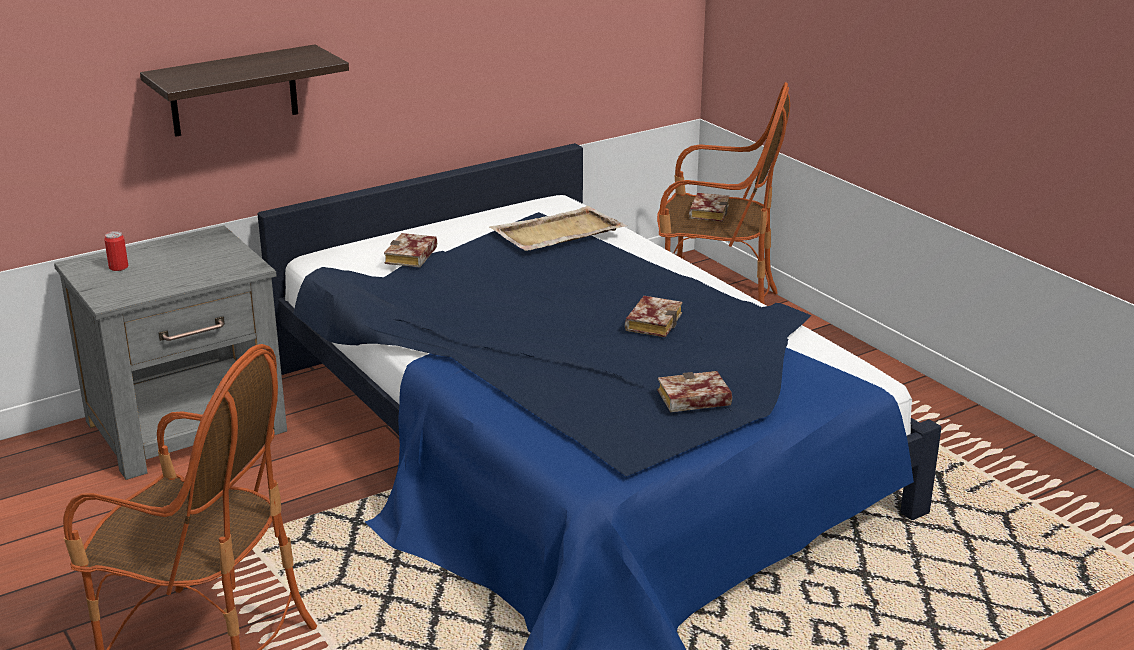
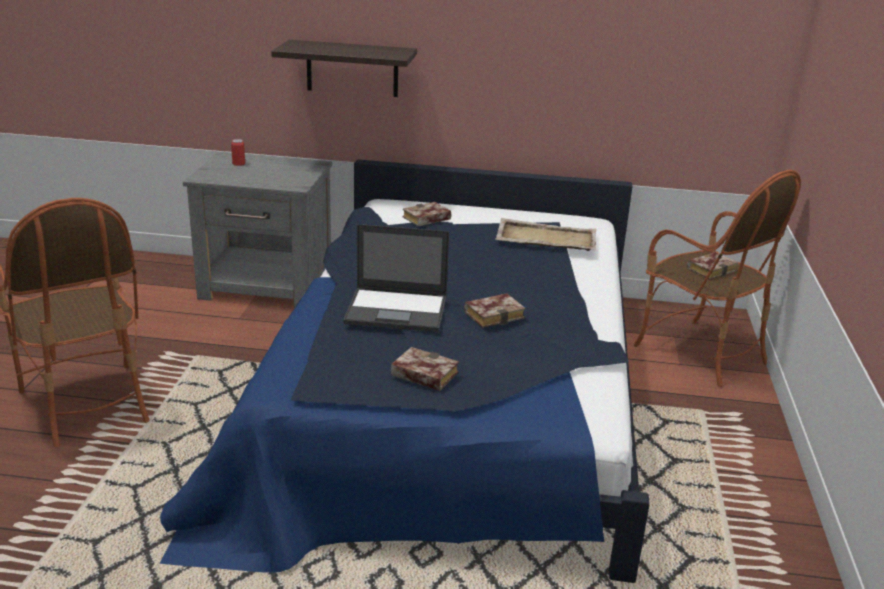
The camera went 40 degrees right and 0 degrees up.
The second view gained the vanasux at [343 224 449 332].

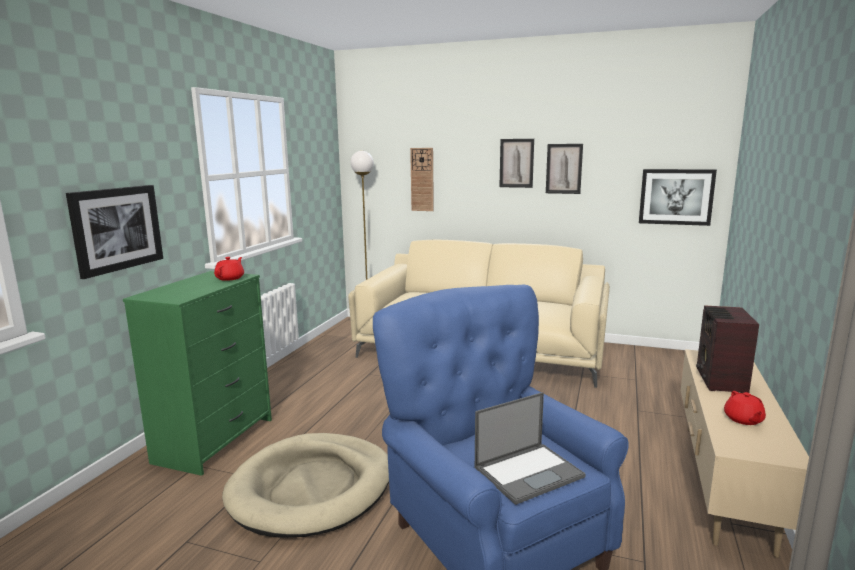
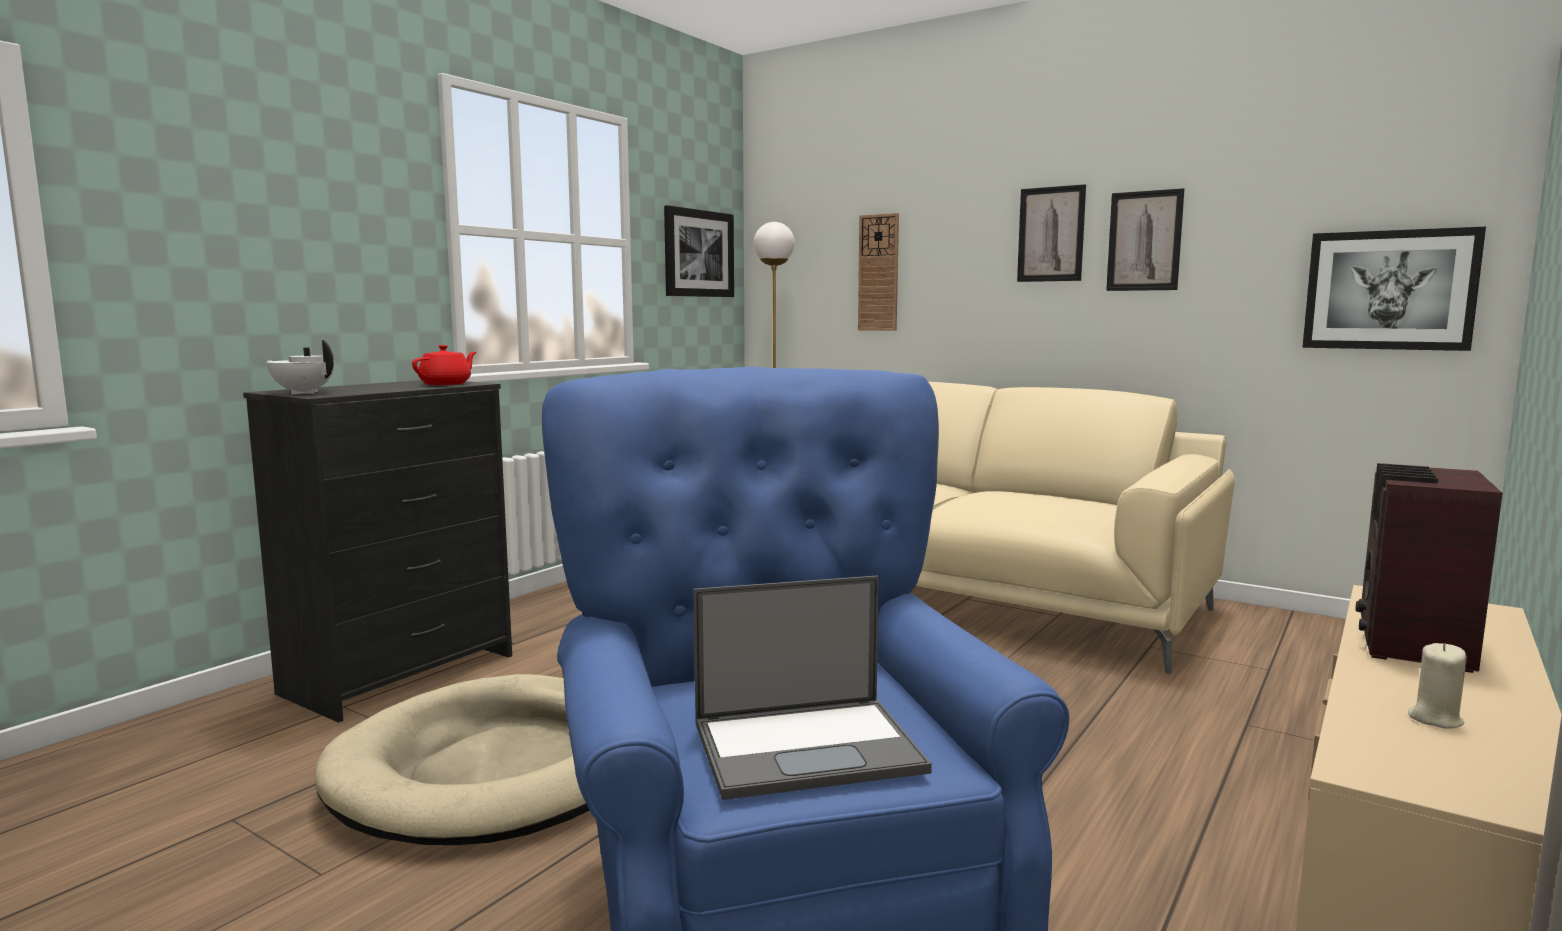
The camera went 15 degrees right and 5 degrees down.
What was the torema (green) at [123 271 272 476] turned into the torema (black) at [243 380 512 723].
The second view gained the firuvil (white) at [266 340 334 395].
The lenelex ended up elsewhere, having gone from [66 185 163 279] to [664 205 734 297].
Where the firuvil (red) stood at [724 391 766 425], the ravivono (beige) came to stand at [1408 643 1467 729].

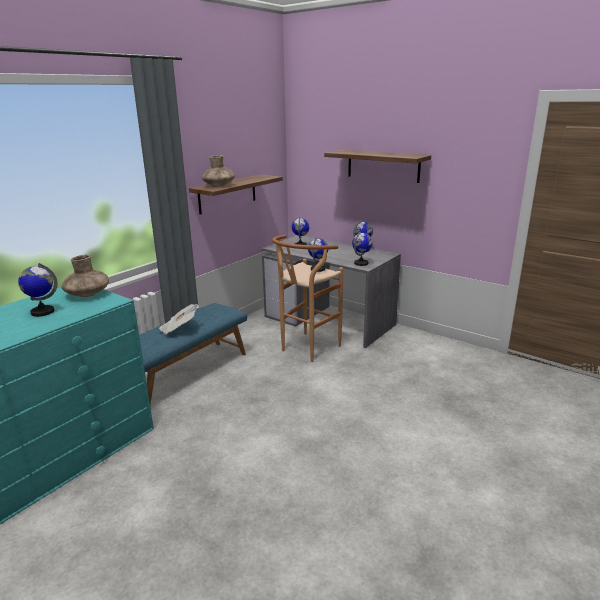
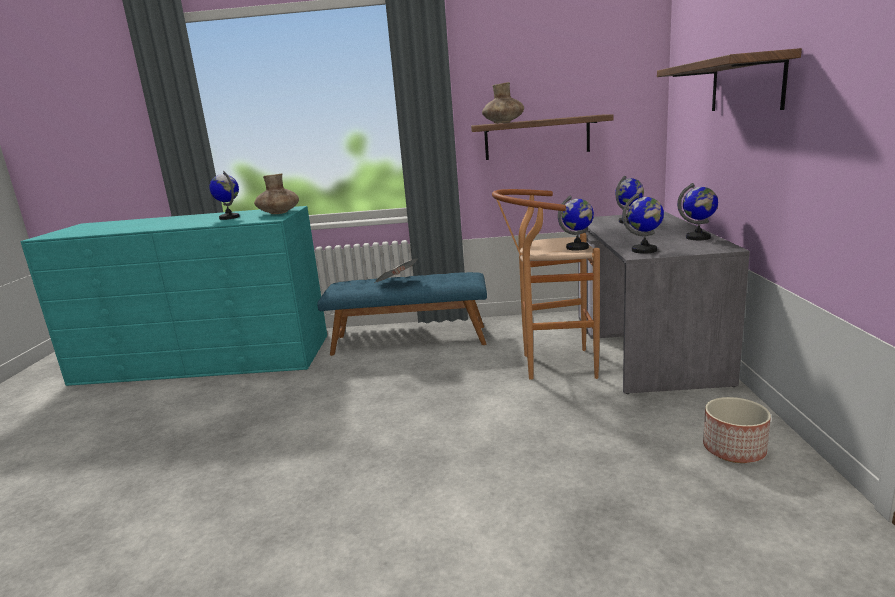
The camera went 55 degrees right and 5 degrees down.
The second view gained the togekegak at [703 397 771 463].

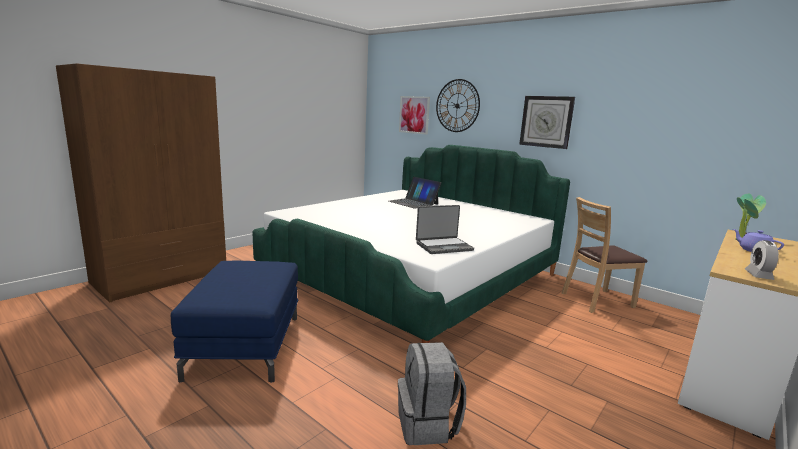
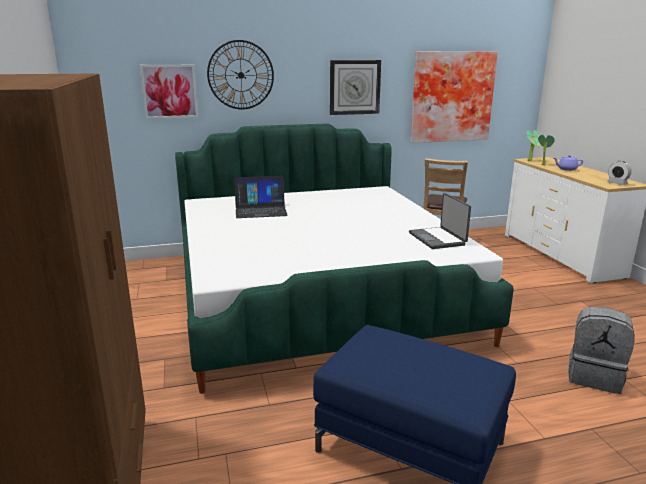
The camera went 55 degrees left and 5 degrees up.
The vanasux at [416 205 474 254] ended up facing another way, 150 degrees clockwise from before.
The second view gained the lenelex at [411 51 498 143].

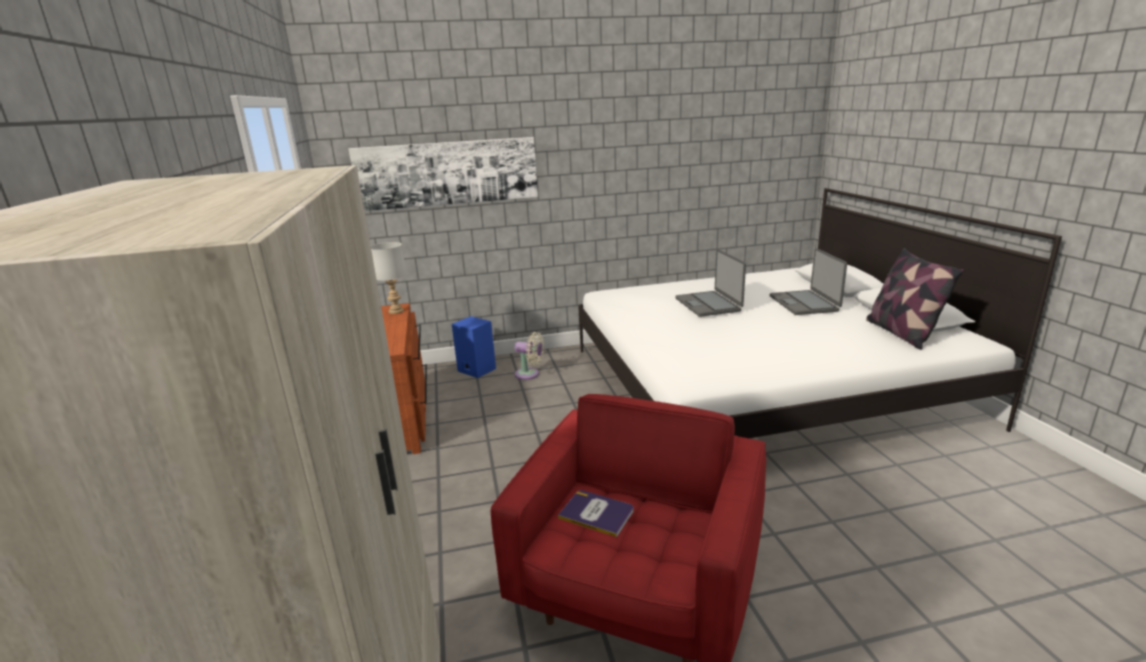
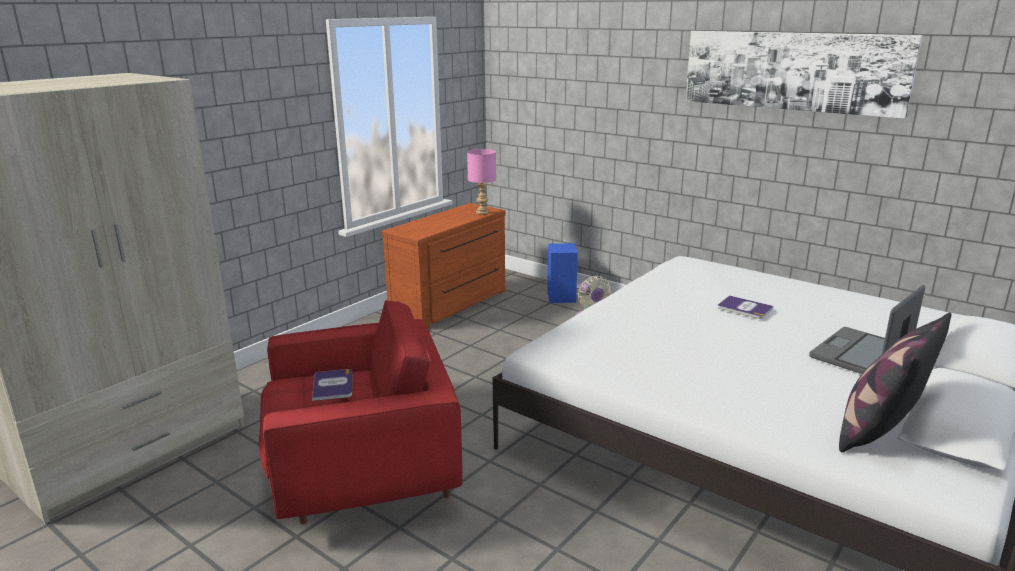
The camera went 50 degrees right and 0 degrees up.
What was the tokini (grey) at [371 242 407 314] turned into the tokini (pink) at [467 149 496 215].
The lenelex ended up elsewhere, having gone from [349 137 538 211] to [685 31 923 119].
Where the vanasux stood at [675 249 746 317], the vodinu came to stand at [718 295 774 319].

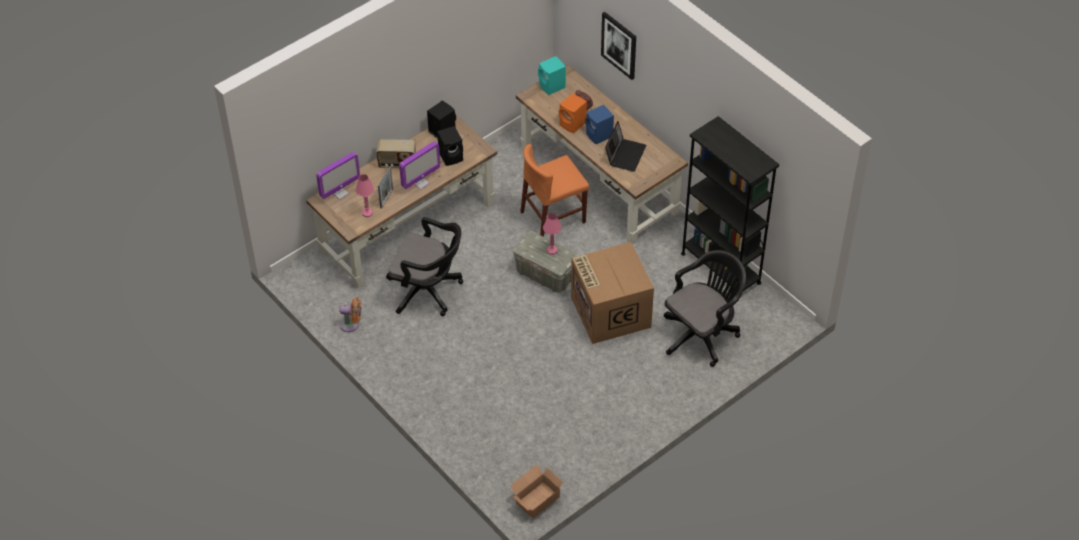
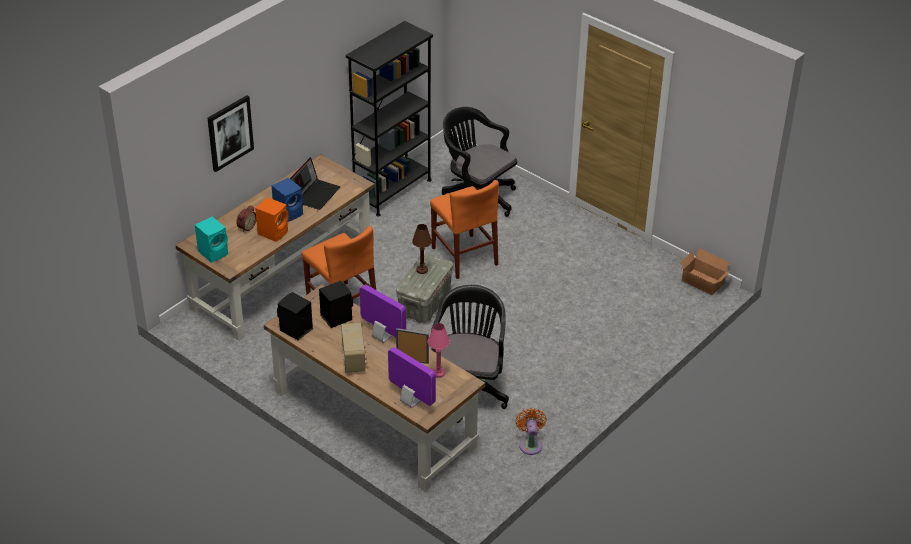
The camera went 100 degrees left and 10 degrees down.
The vanasux at [605 121 646 172] ended up facing another way, 105 degrees clockwise from before.
What was the tokini (pink) at [543 213 561 255] turned into the tokini (brown) at [412 224 432 274].
Where the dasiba stood at [571 242 654 344], the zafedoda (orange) came to stand at [430 180 499 279].

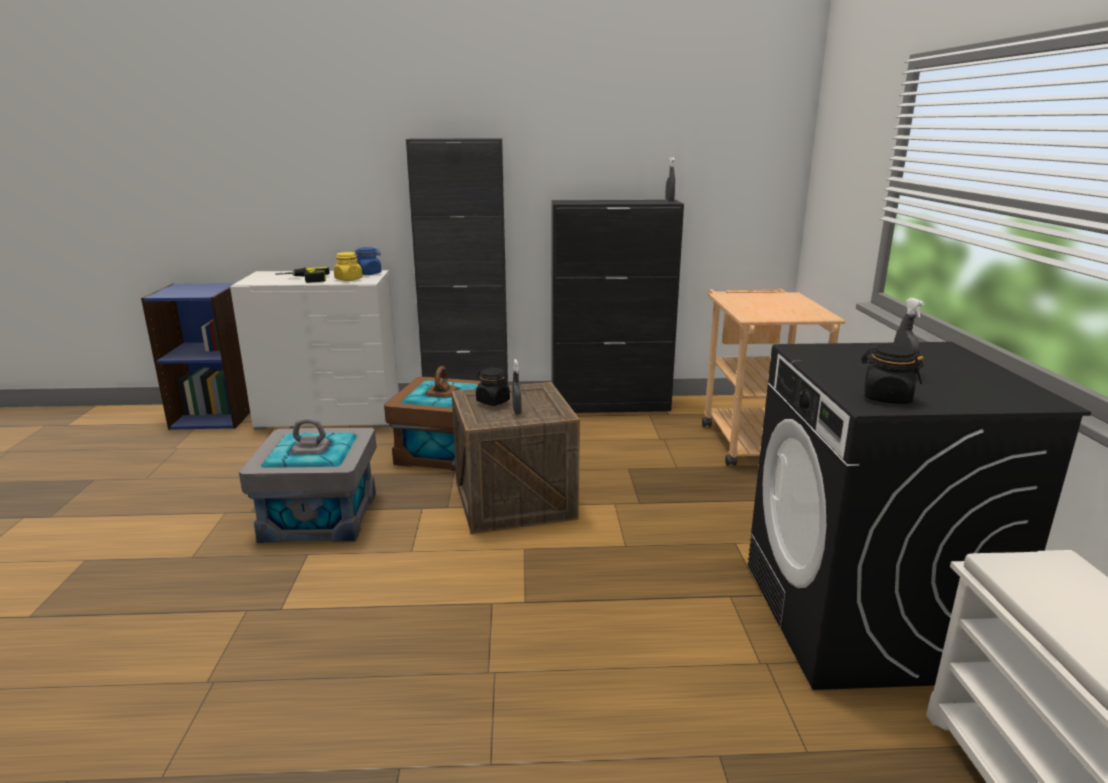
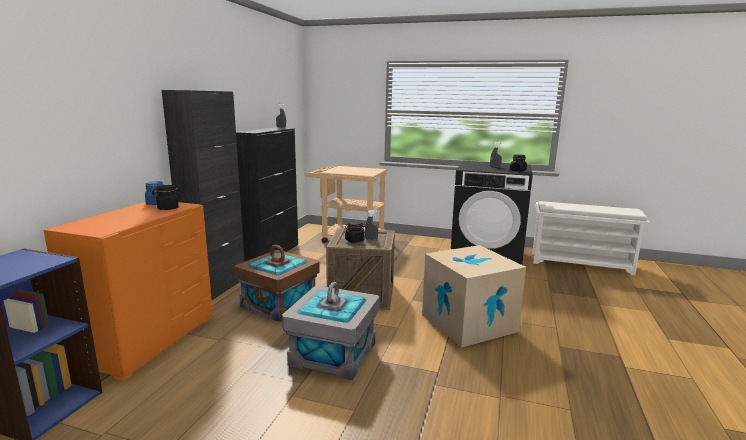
The camera went 70 degrees left and 5 degrees down.
What was the torema (white) at [230 270 399 430] turned into the torema (orange) at [44 202 213 381].
What was the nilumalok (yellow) at [334 252 363 281] turned into the nilumalok (black) at [152 185 180 210].
The second view gained the dasiba at [422 245 526 348].
The second view lost the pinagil at [275 267 330 283].

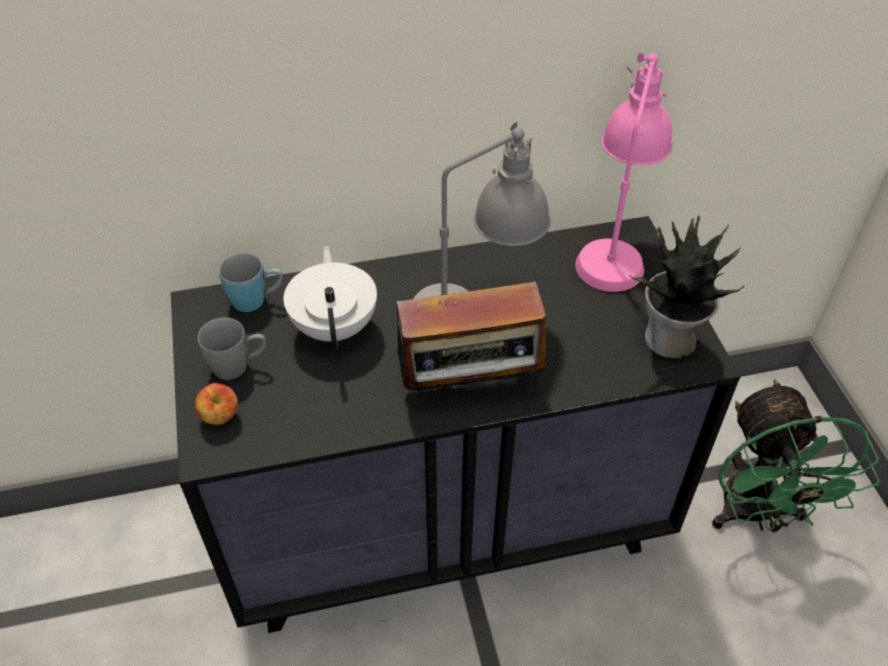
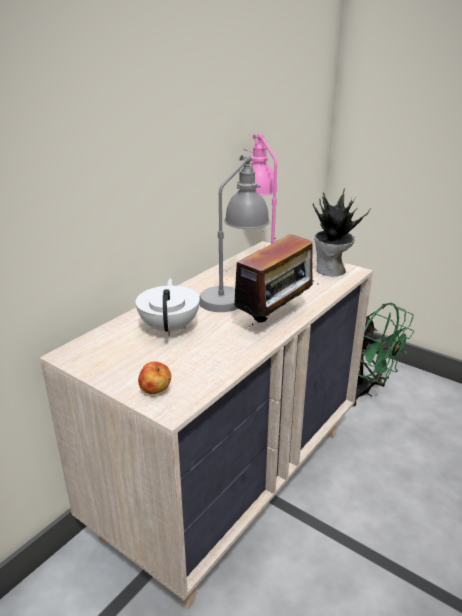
The camera went 40 degrees left and 20 degrees down.
What was the torema (black) at [171 216 741 633] turned into the torema (beige) at [40 241 373 610].
The firuvil (white) at [284 245 377 350] ended up facing another way, 45 degrees clockwise from before.
The second view lost the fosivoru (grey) at [198 318 266 380].
The second view lost the fosivoru (blue) at [219 253 282 312].

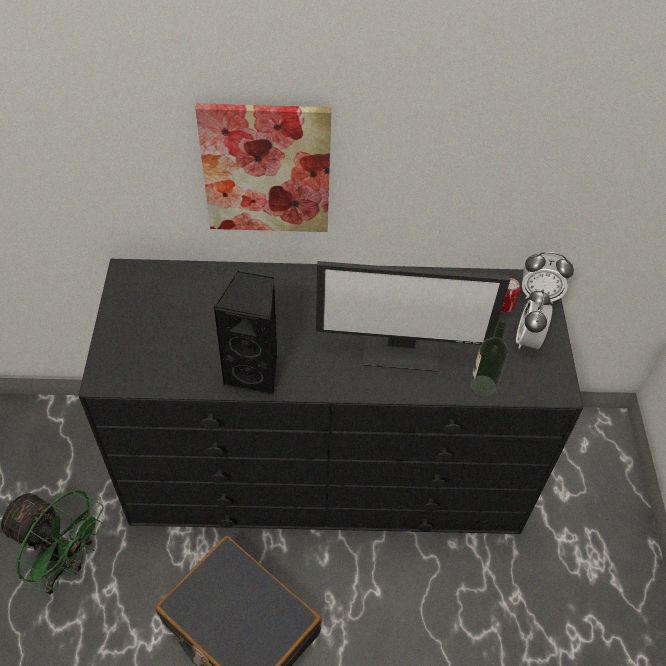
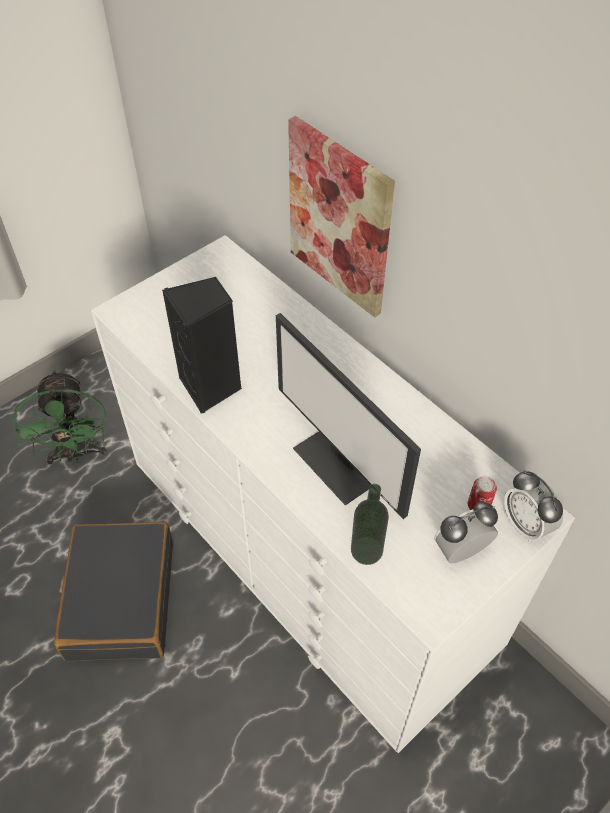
The camera went 50 degrees right and 0 degrees up.
What was the torema (black) at [78 259 583 534] turned into the torema (white) at [91 235 575 753].

